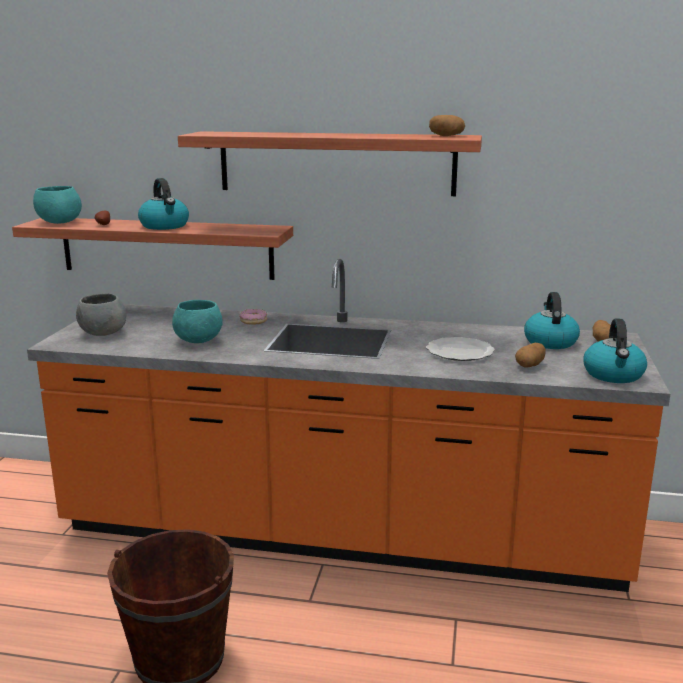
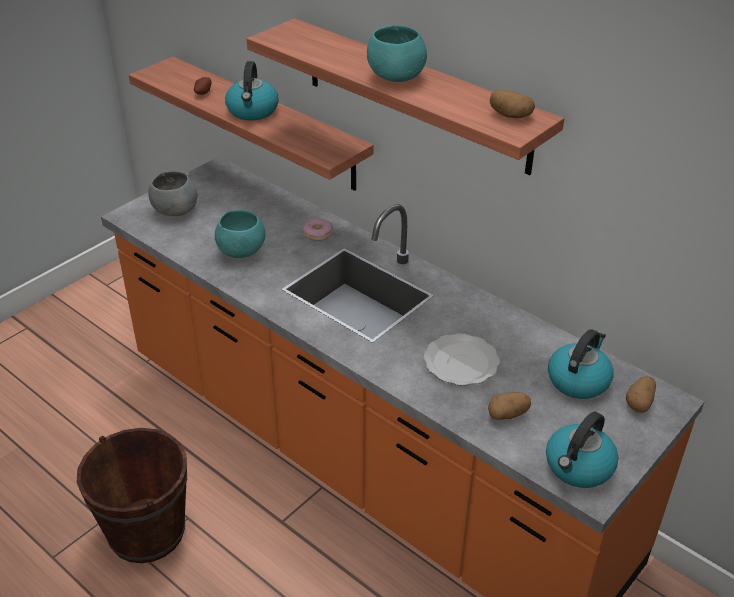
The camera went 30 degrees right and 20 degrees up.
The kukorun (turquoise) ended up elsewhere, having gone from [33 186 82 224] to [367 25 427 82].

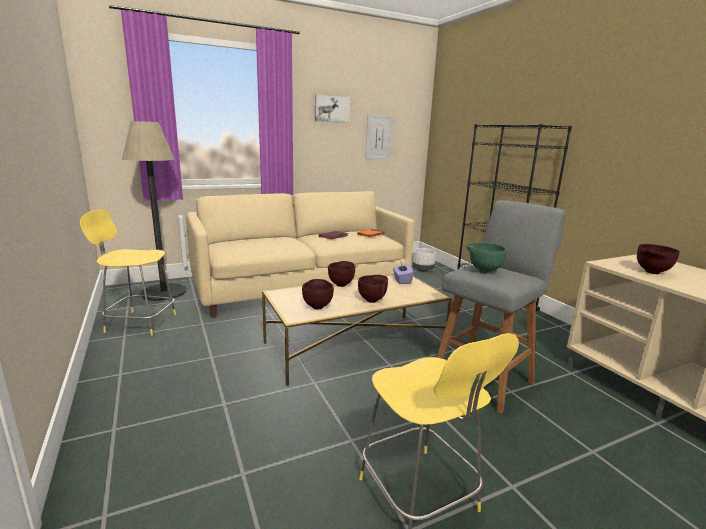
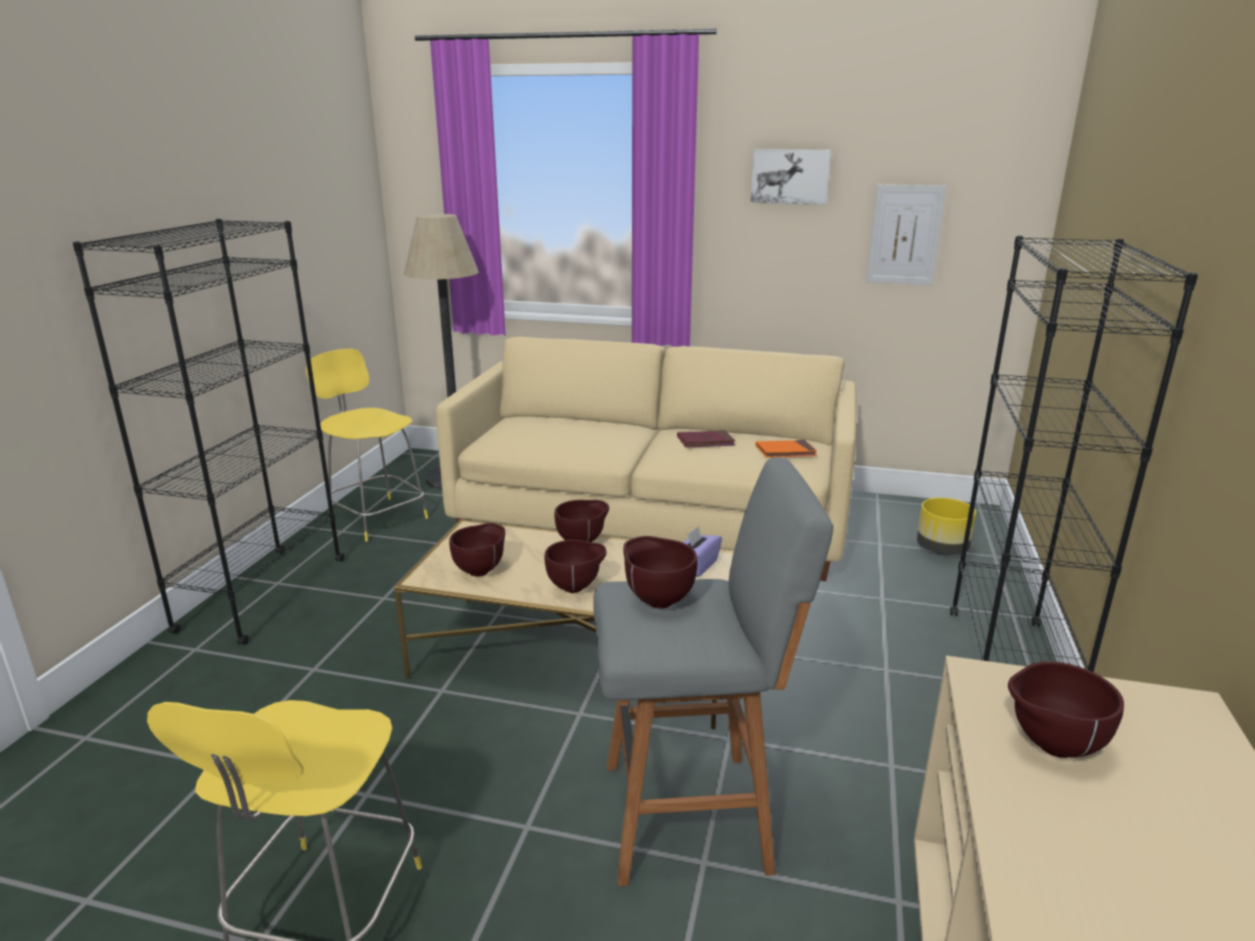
The camera went 40 degrees right and 5 degrees up.
The second view gained the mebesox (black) at [73 219 345 645].
What was the kukorun (green) at [466 243 507 274] turned into the kukorun (brown) at [623 536 697 608].
What was the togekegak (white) at [412 248 436 271] turned into the togekegak (yellow) at [917 498 976 555].

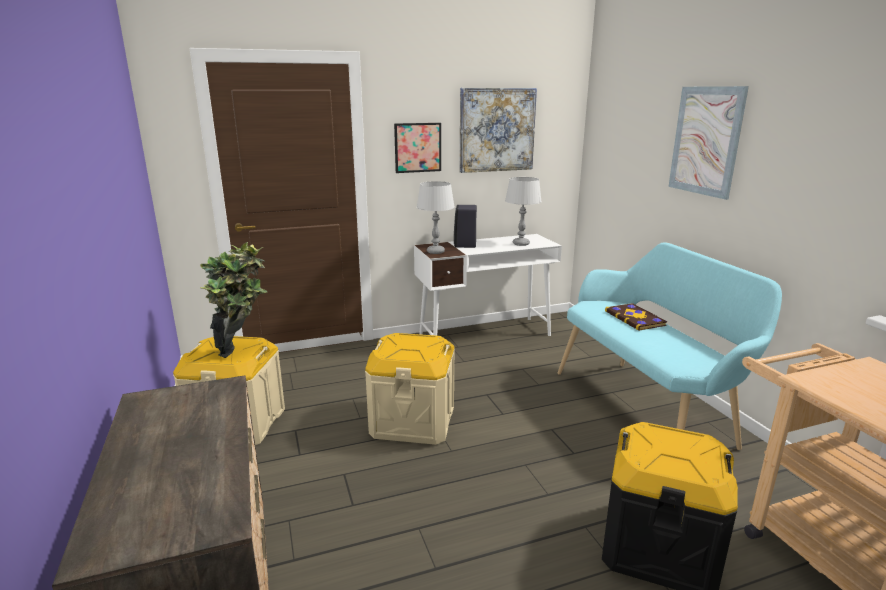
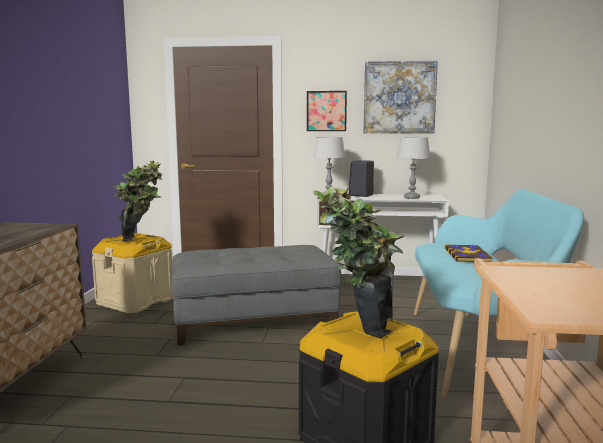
The camera went 25 degrees right and 10 degrees down.
Where the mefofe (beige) stood at [365 333 455 445], the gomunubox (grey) came to stand at [172 245 341 346].
The second view gained the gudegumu at [313 185 405 338].
The second view lost the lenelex at [668 86 749 200].

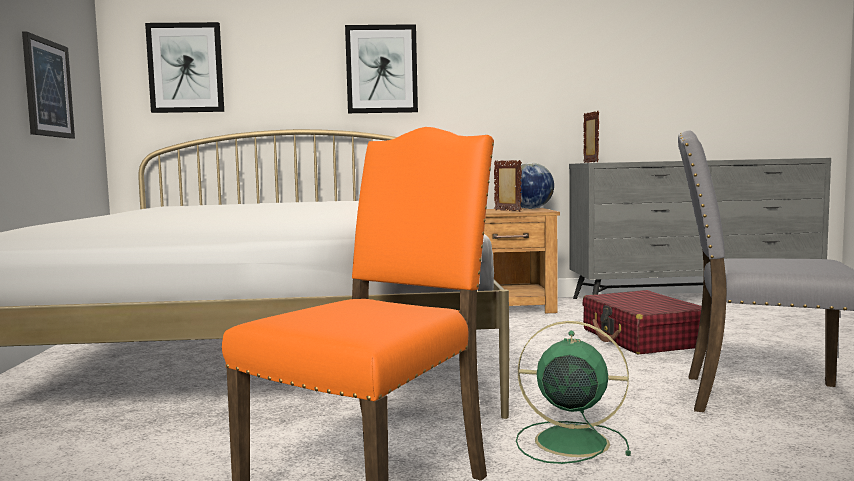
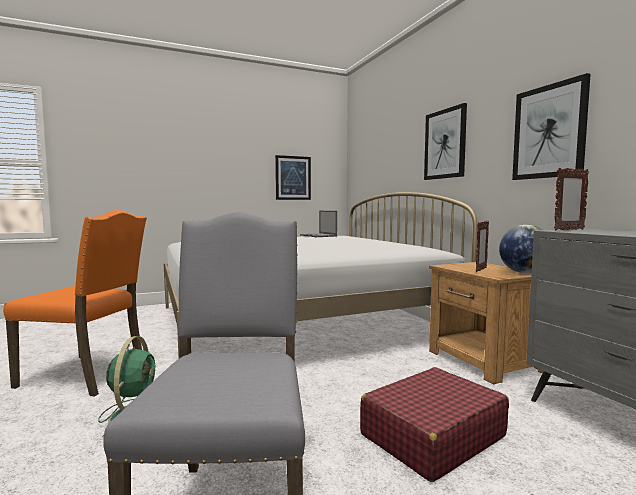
The camera went 70 degrees right and 0 degrees up.
The second view gained the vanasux at [300 211 337 237].
The lenelex ended up elsewhere, having gone from [145 22 224 113] to [512 73 590 180].

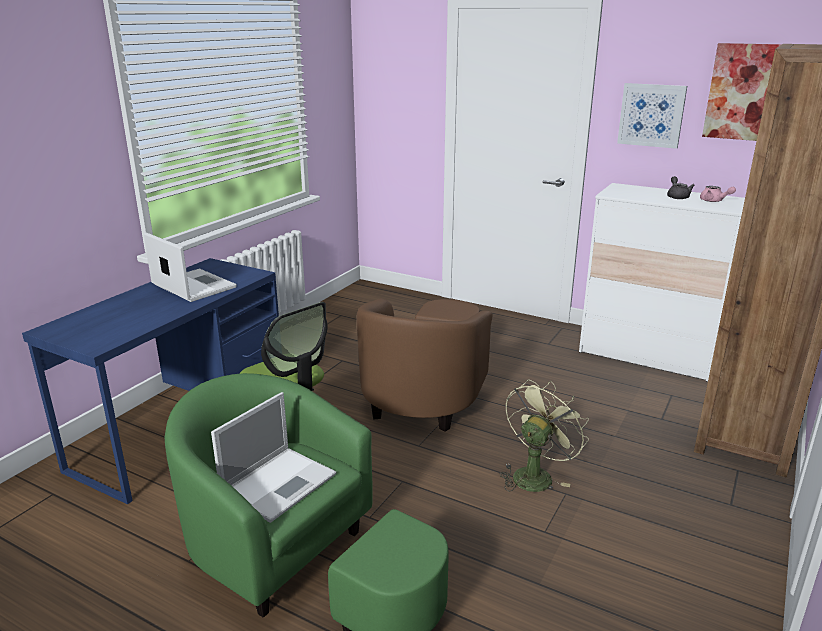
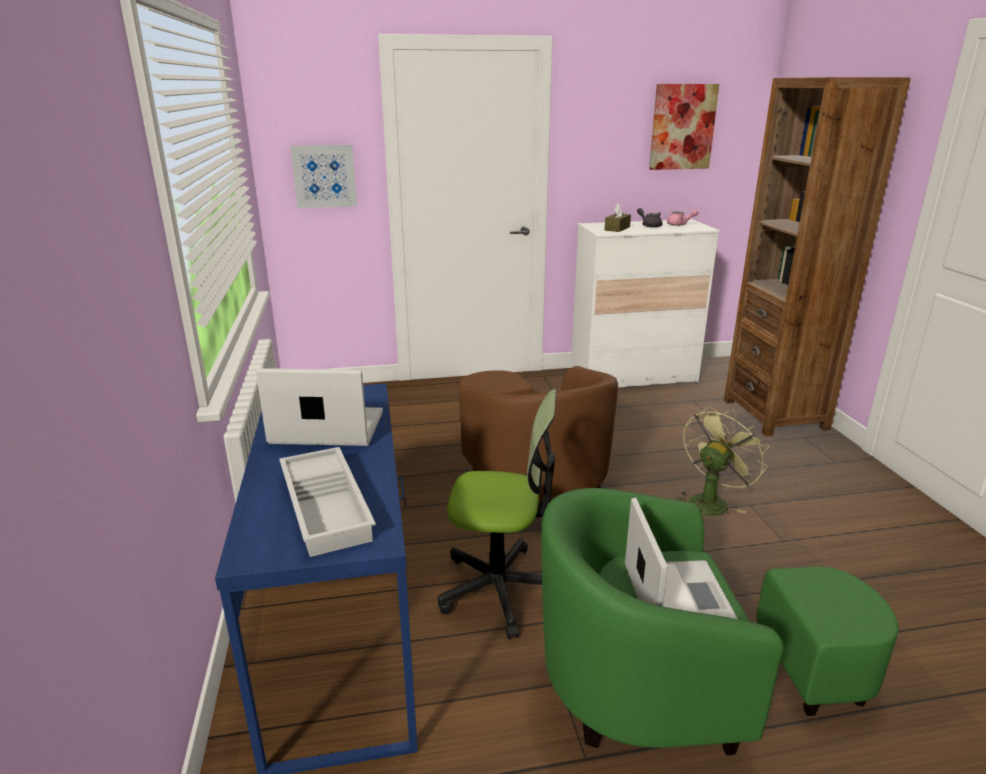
The camera went 40 degrees left and 0 degrees up.
The second view gained the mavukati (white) at [279 447 376 557].
The lenelex ended up elsewhere, having gone from [617 83 687 149] to [290 145 357 208].
The second view gained the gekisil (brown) at [604 203 631 232].
The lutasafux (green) at [500 380 589 492] ended up facing another way, 45 degrees clockwise from before.

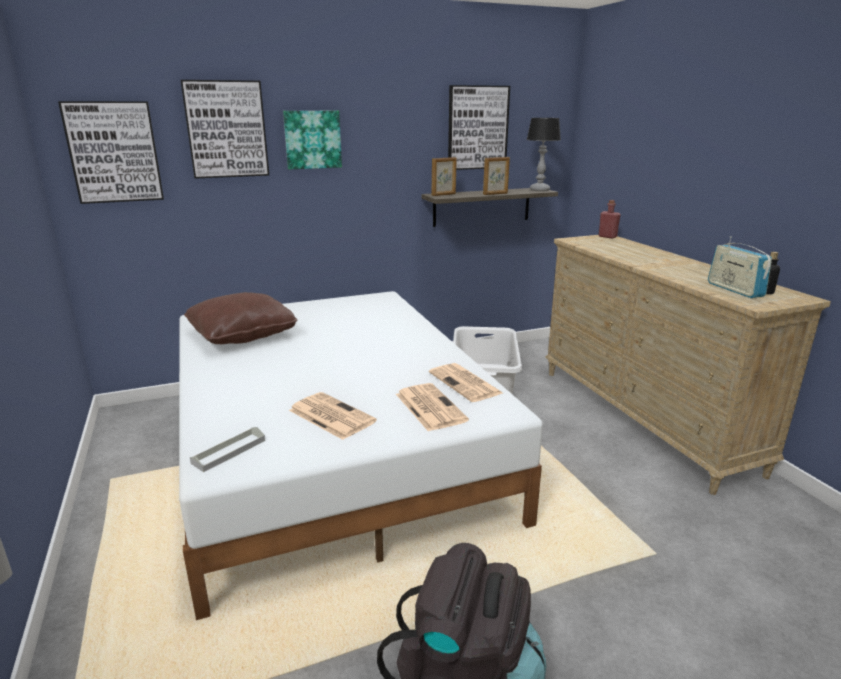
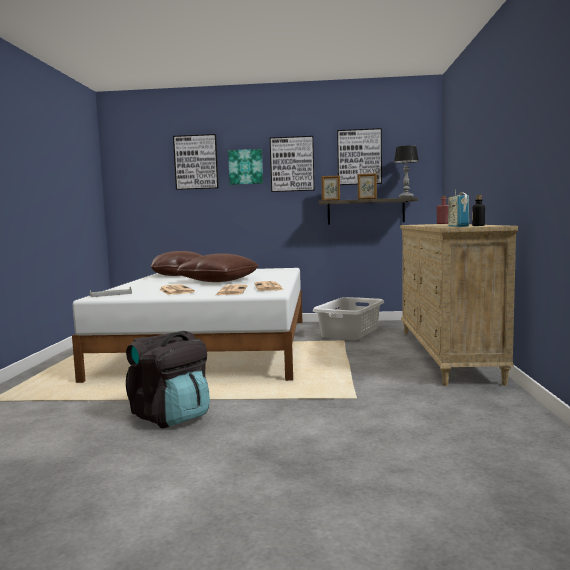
The camera went 25 degrees right and 15 degrees down.
The second view gained the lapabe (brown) at [177 253 259 282].
The lenelex ended up elsewhere, having gone from [58 101 164 204] to [270 136 315 192].

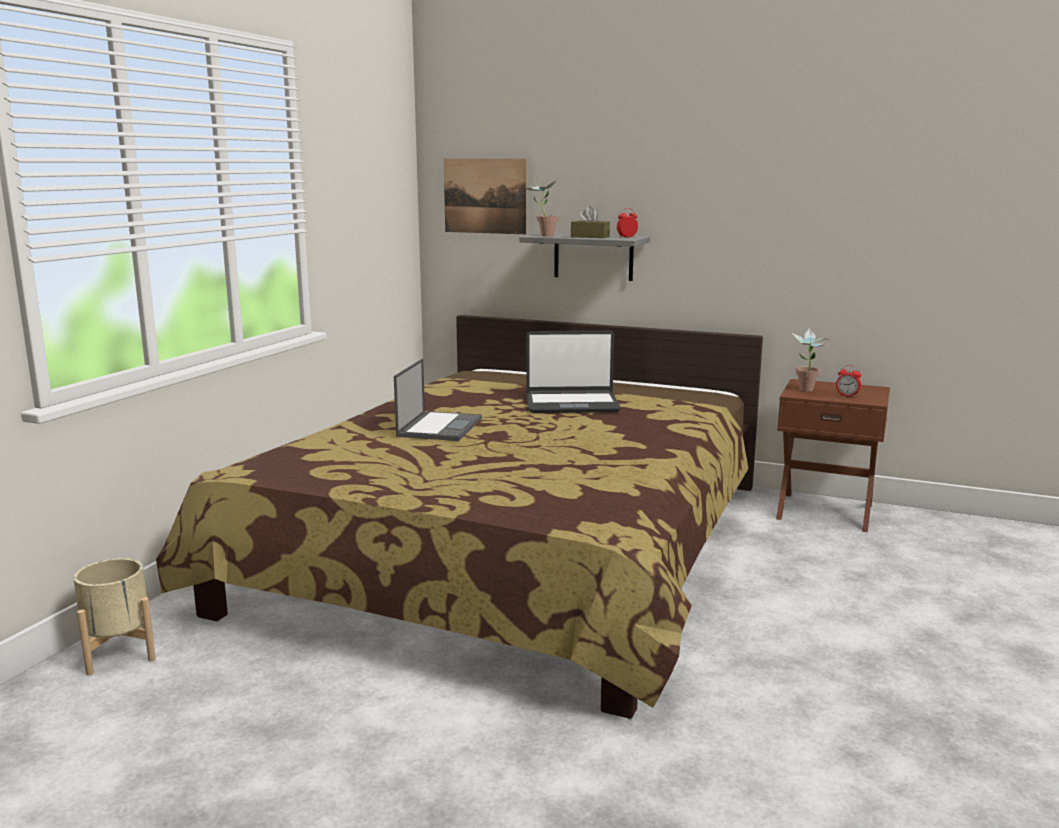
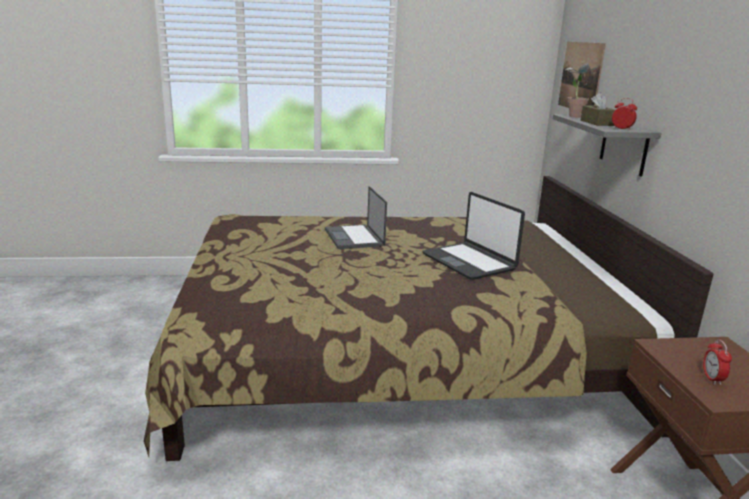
The camera went 60 degrees right and 5 degrees up.
The vanasux at [394 359 482 441] ended up facing another way, 90 degrees clockwise from before.
The second view lost the togekegak (beige) at [73 558 156 676].
The second view lost the gudegumu at [792 328 831 391].

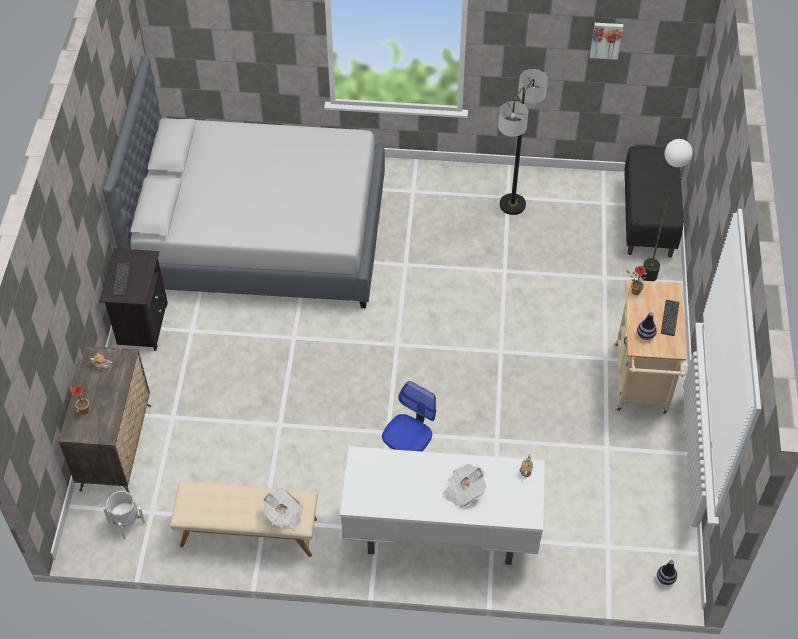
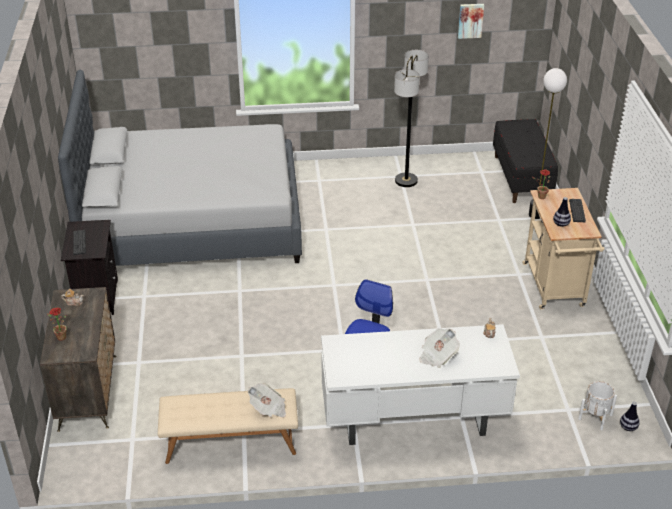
The camera went 10 degrees left and 15 degrees down.
The togekegak (white) ended up elsewhere, having gone from [103 491 146 539] to [578 381 617 430].

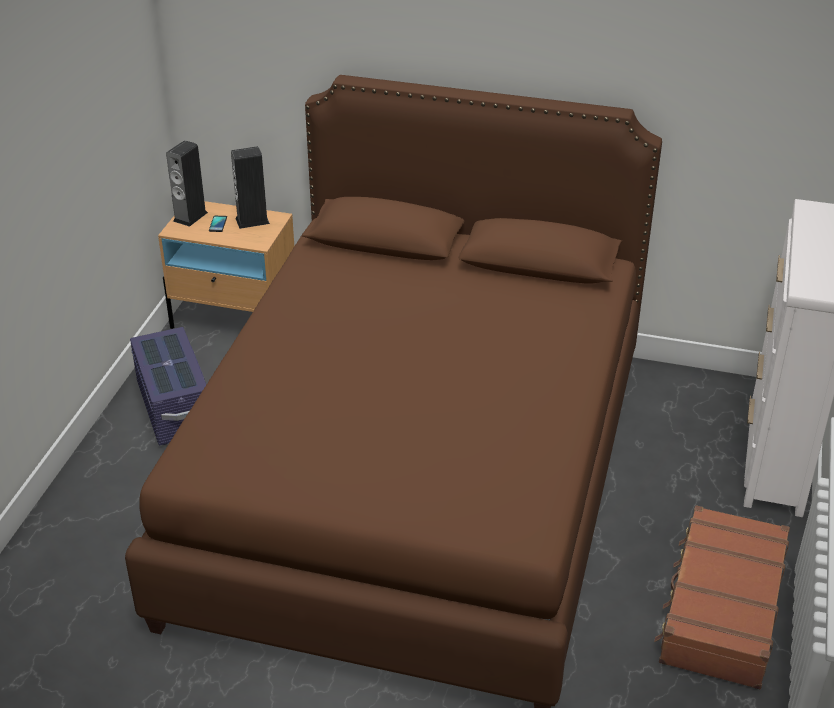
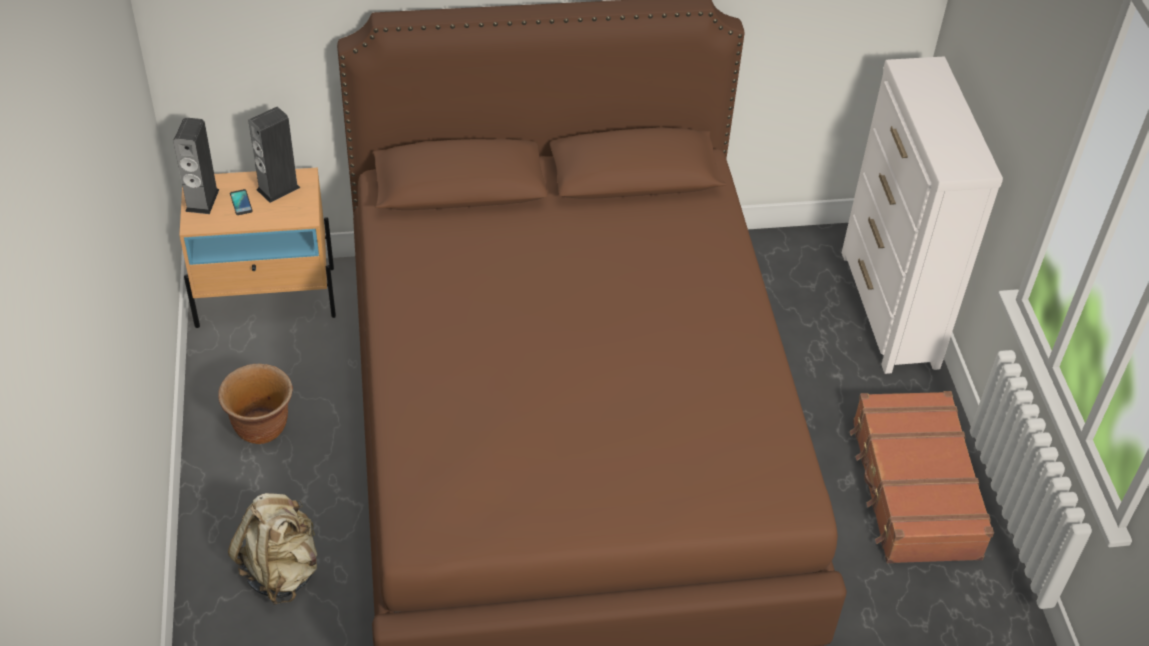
The camera went 25 degrees left and 10 degrees up.
Where the mefofe (purple) stood at [130 327 206 445], the togekegak (brown) came to stand at [218 364 293 444].
The second view gained the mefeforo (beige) at [228 493 317 605].

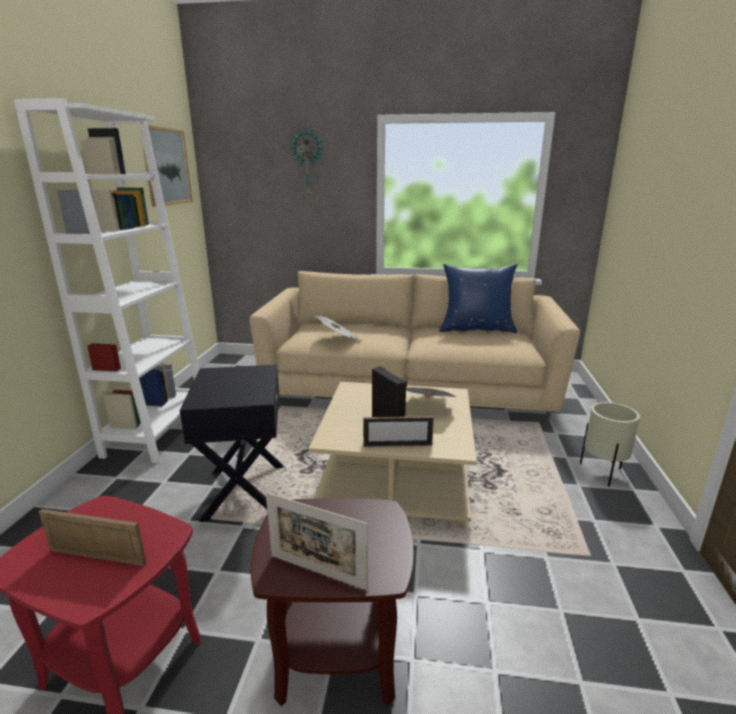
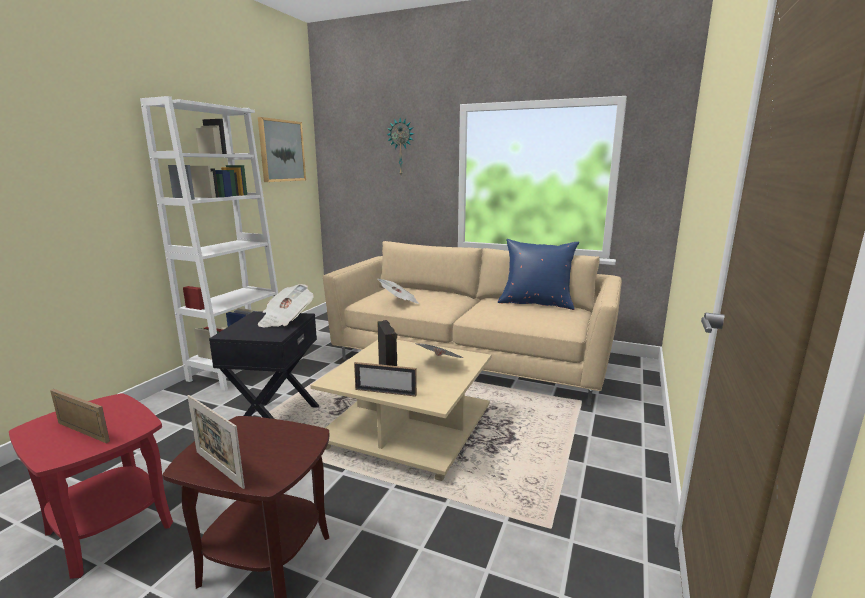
The camera went 15 degrees right and 5 degrees down.
The second view gained the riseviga at [258 284 314 327].
The second view lost the togekegak (beige) at [580 402 640 487].

